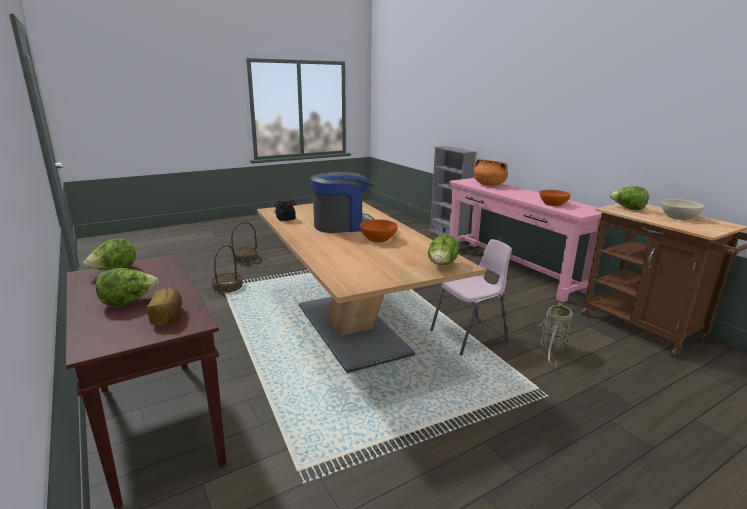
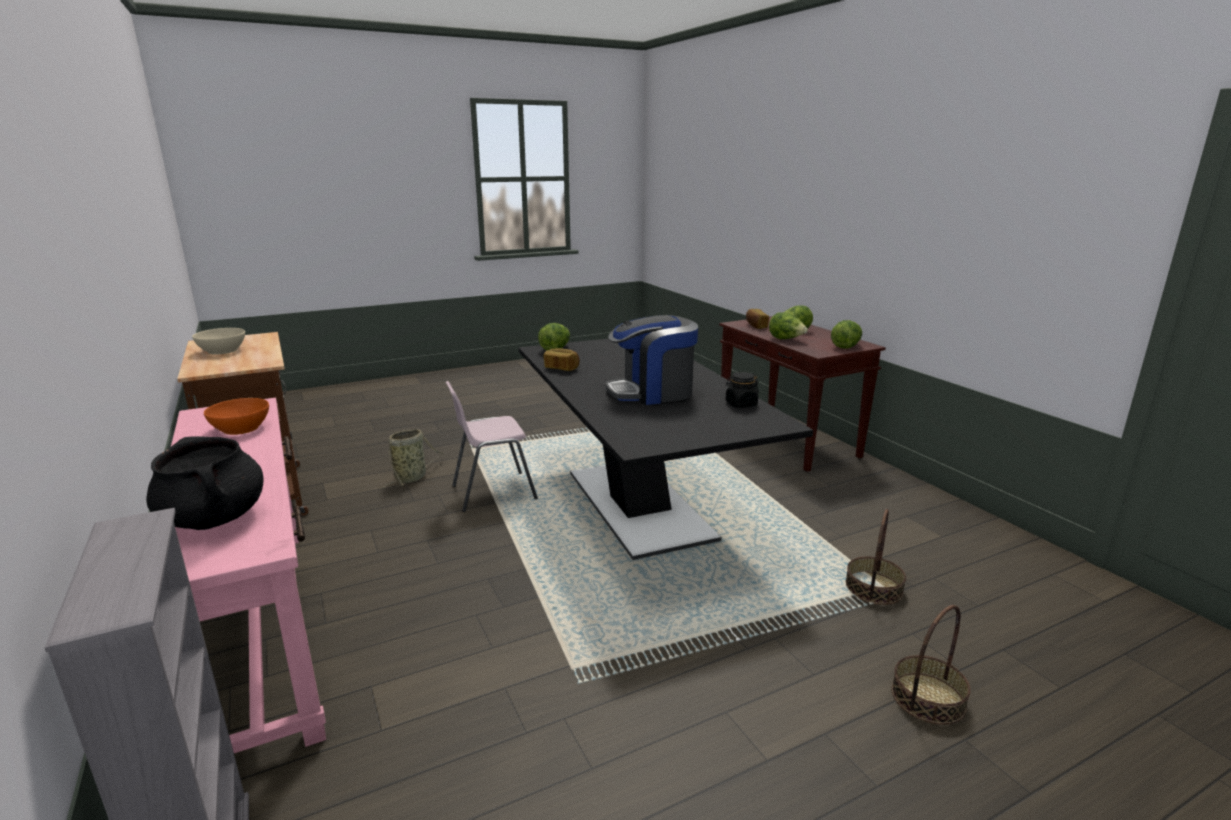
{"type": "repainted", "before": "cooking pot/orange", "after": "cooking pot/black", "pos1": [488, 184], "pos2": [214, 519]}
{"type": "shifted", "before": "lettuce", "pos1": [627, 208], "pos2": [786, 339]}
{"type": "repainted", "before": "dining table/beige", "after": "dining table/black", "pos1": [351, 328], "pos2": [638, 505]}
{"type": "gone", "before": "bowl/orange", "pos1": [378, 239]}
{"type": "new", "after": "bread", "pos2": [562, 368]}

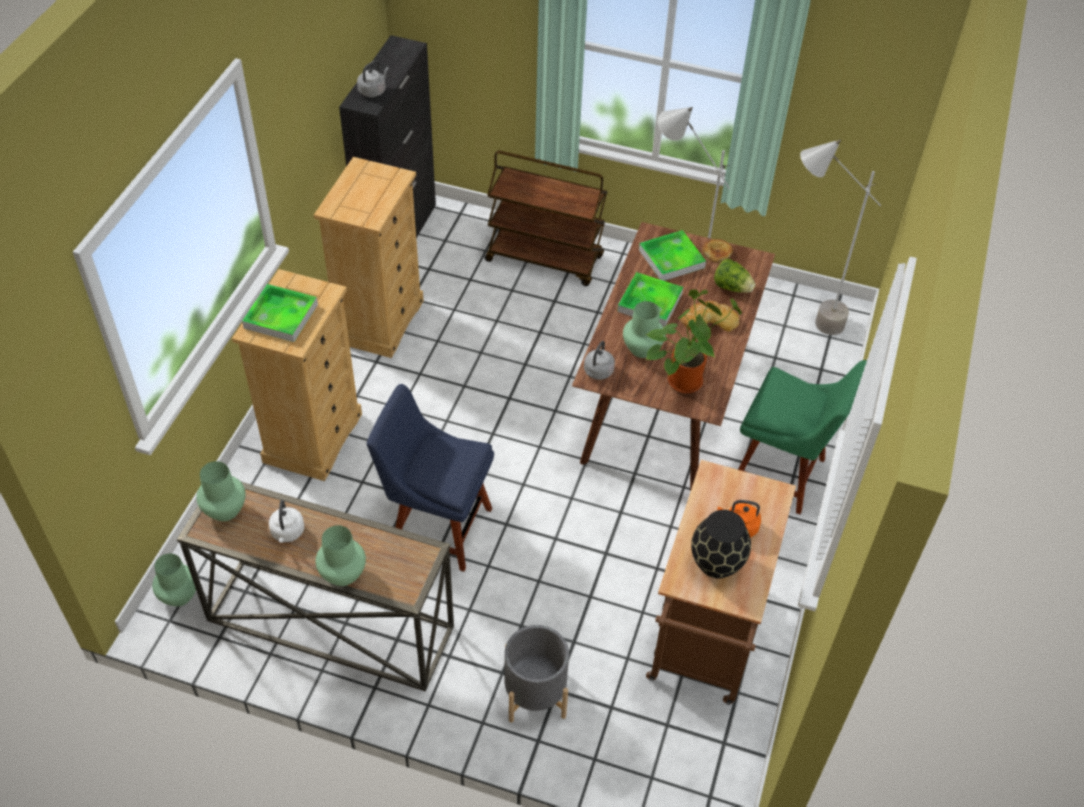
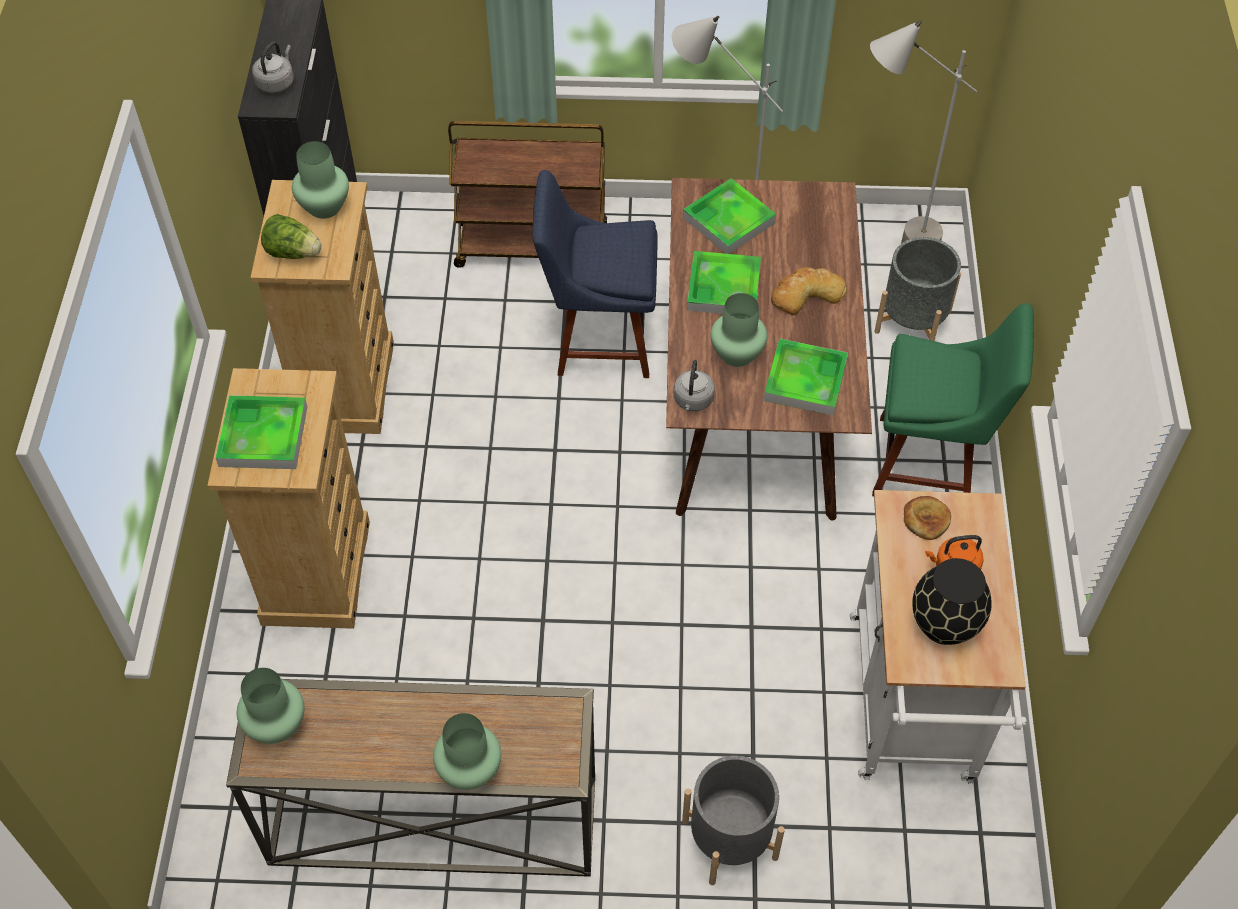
{"type": "shifted", "before": "bread", "pos1": [717, 252], "pos2": [926, 519]}
{"type": "shifted", "before": "lettuce", "pos1": [732, 287], "pos2": [293, 252]}
{"type": "swapped", "before": "potted plant", "after": "tray", "pos1": [685, 378], "pos2": [805, 380]}
{"type": "shifted", "before": "chair/blue", "pos1": [437, 527], "pos2": [598, 339]}
{"type": "repainted", "before": "cart/brown", "after": "cart/white", "pos1": [704, 642], "pos2": [912, 709]}
{"type": "gone", "before": "kettle/white", "pos1": [287, 533]}
{"type": "shifted", "before": "vase/green", "pos1": [180, 595], "pos2": [325, 206]}
{"type": "new", "after": "planter/grey", "pos2": [912, 322]}

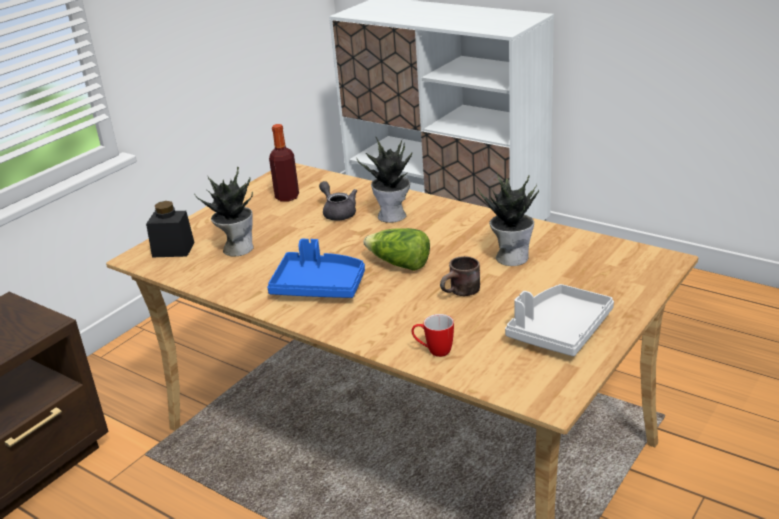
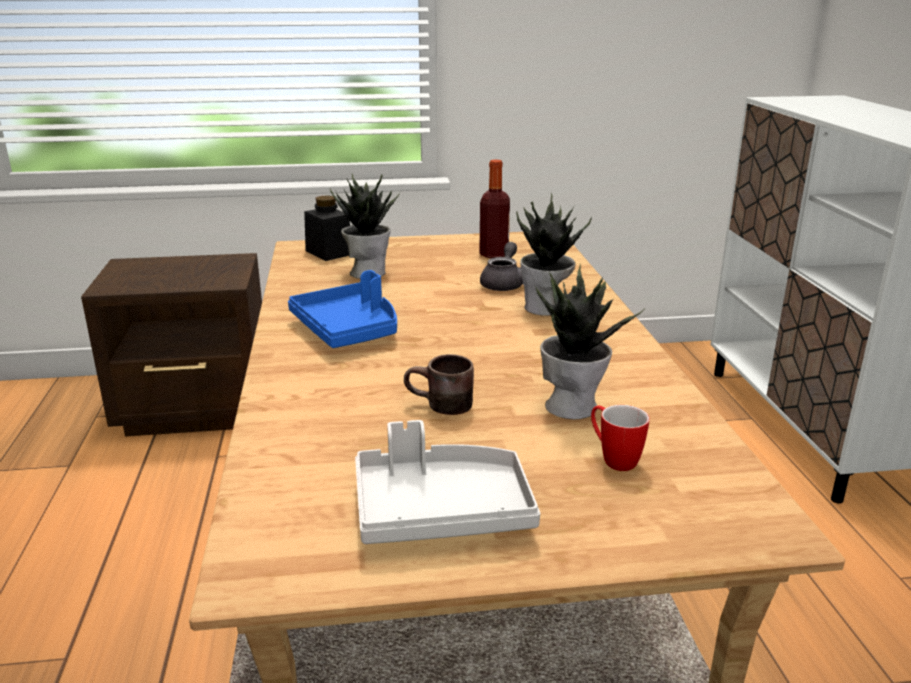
{"type": "gone", "before": "lettuce", "pos1": [399, 264]}
{"type": "shifted", "before": "mug", "pos1": [434, 351], "pos2": [613, 459]}

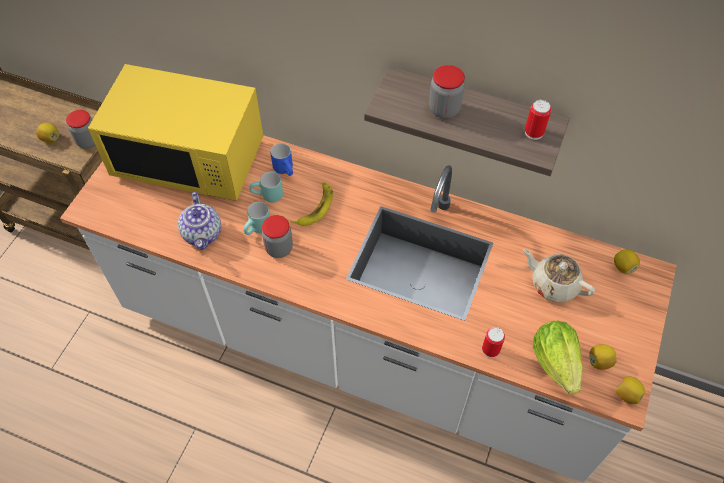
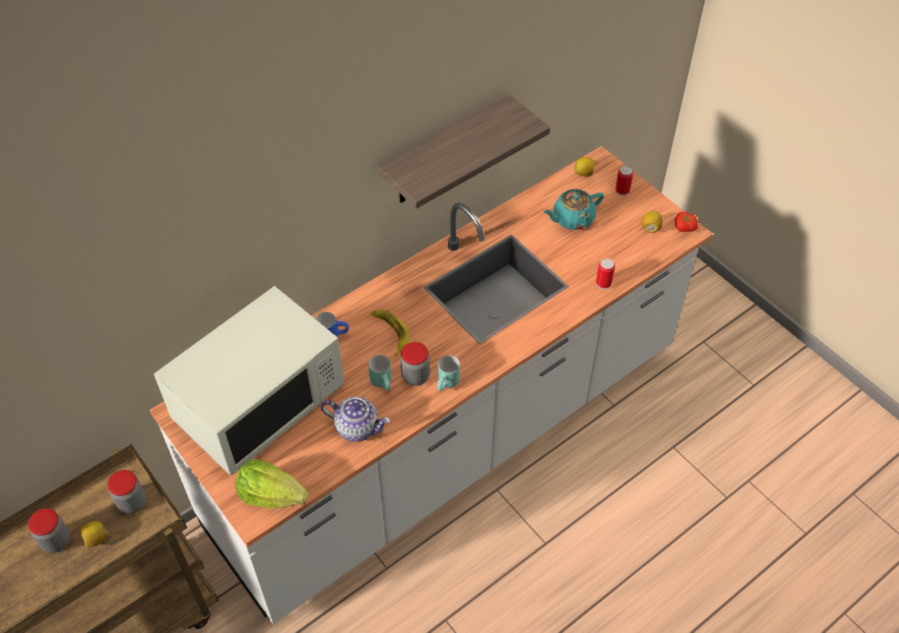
{"type": "repainted", "before": "microwave/yellow", "after": "microwave/white", "pos1": [190, 159], "pos2": [259, 404]}
{"type": "shifted", "before": "jar", "pos1": [444, 109], "pos2": [56, 541]}
{"type": "shifted", "before": "can", "pos1": [534, 132], "pos2": [622, 191]}
{"type": "shifted", "before": "mug/turquoise", "pos1": [268, 197], "pos2": [448, 384]}
{"type": "repainted", "before": "teapot/beige", "after": "teapot/turquoise", "pos1": [553, 284], "pos2": [572, 219]}
{"type": "shifted", "before": "lettuce", "pos1": [555, 362], "pos2": [271, 495]}
{"type": "swapped", "before": "lemon", "after": "tomato", "pos1": [627, 394], "pos2": [684, 228]}

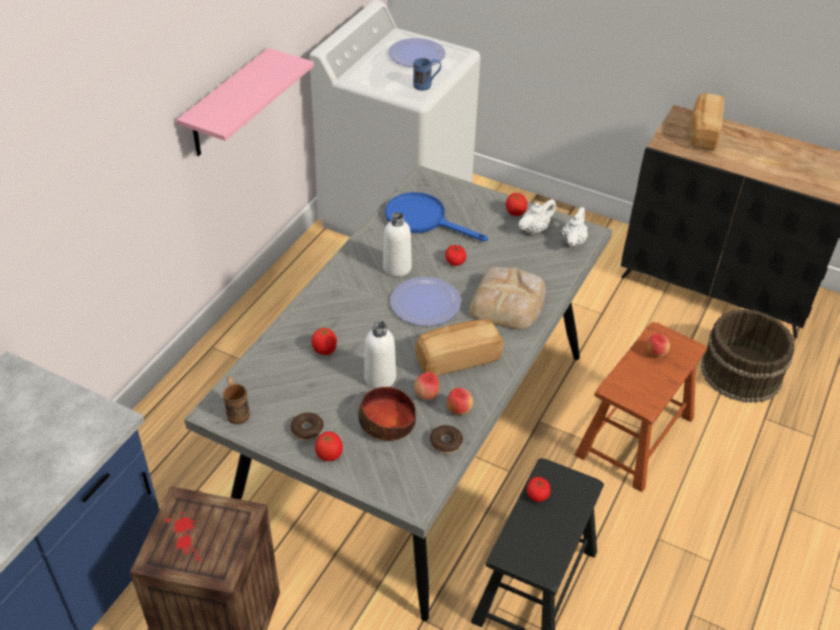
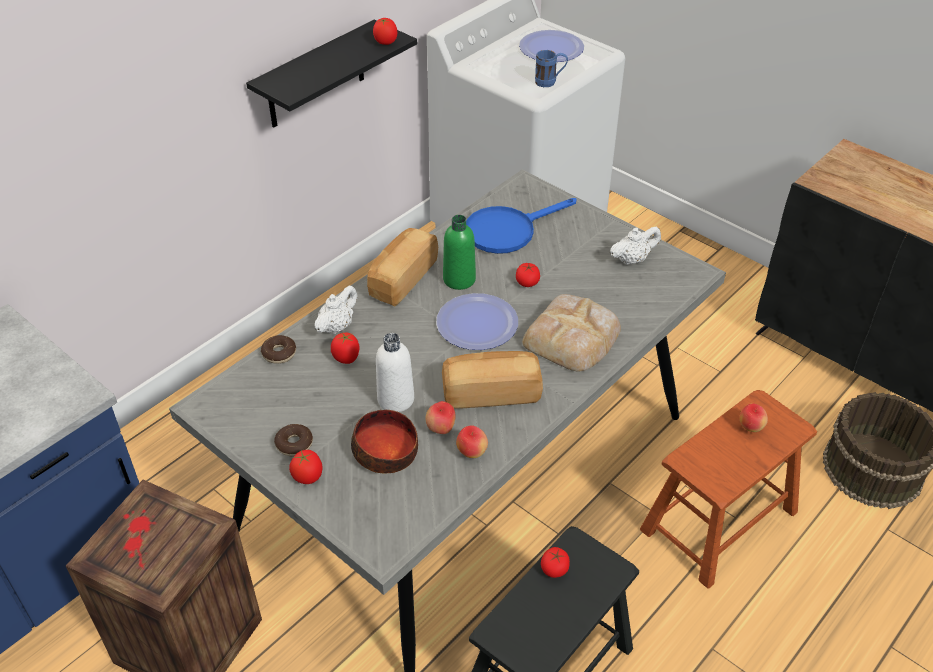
{"type": "repainted", "before": "shelf/pink", "after": "shelf/black", "pos1": [227, 105], "pos2": [316, 76]}
{"type": "shifted", "before": "bread", "pos1": [702, 133], "pos2": [401, 279]}
{"type": "rotated", "before": "frying pan/blue", "pos1": [423, 219], "pos2": [508, 230], "turn": -75}
{"type": "shifted", "before": "tomato", "pos1": [515, 213], "pos2": [385, 42]}
{"type": "shifted", "before": "teapot/white", "pos1": [573, 241], "pos2": [337, 326]}
{"type": "repainted", "before": "bottle/white", "after": "bottle/green", "pos1": [397, 268], "pos2": [459, 279]}
{"type": "gone", "before": "mug/brown", "pos1": [237, 411]}
{"type": "shifted", "before": "donut", "pos1": [446, 443], "pos2": [279, 353]}

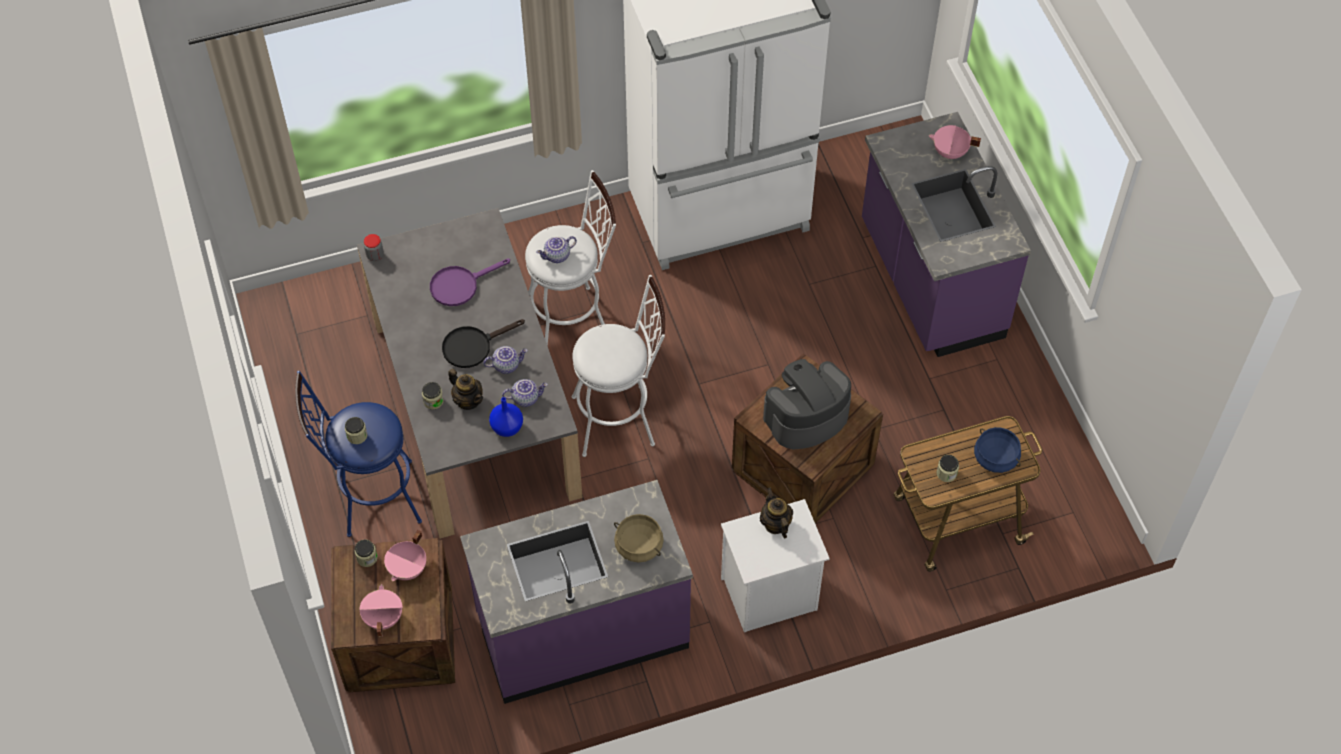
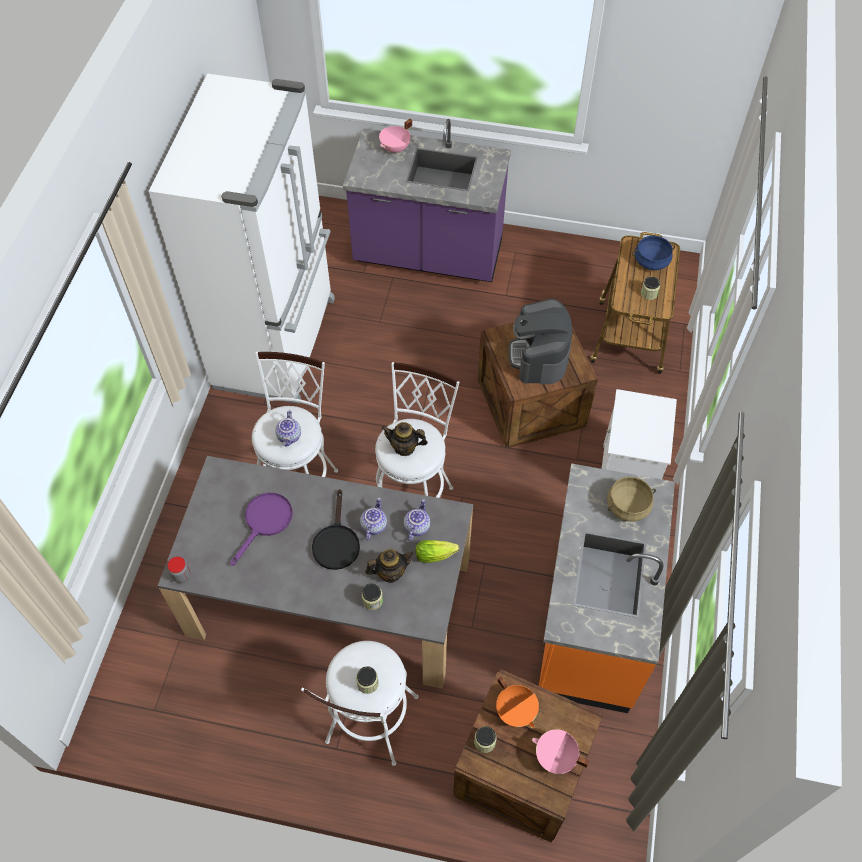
{"type": "rotated", "before": "frying pan/purple", "pos1": [460, 285], "pos2": [265, 522], "turn": -150}
{"type": "repainted", "before": "stool/blue", "after": "stool/white", "pos1": [370, 499], "pos2": [369, 727]}
{"type": "swapped", "before": "vase/blue", "after": "lettuce", "pos1": [507, 427], "pos2": [437, 554]}
{"type": "repainted", "before": "counter/purple", "after": "counter/orange", "pos1": [582, 630], "pos2": [590, 620]}
{"type": "shifted", "before": "teapot", "pos1": [775, 524], "pos2": [404, 447]}
{"type": "repainted", "before": "cooking pot/pink", "after": "cooking pot/orange", "pos1": [408, 569], "pos2": [516, 711]}

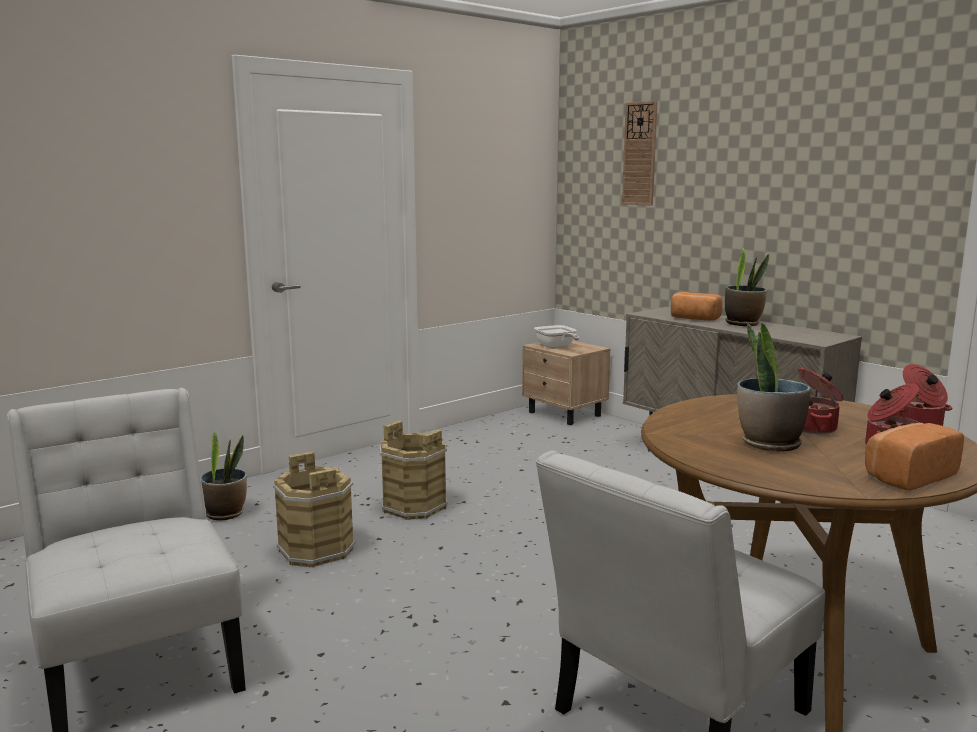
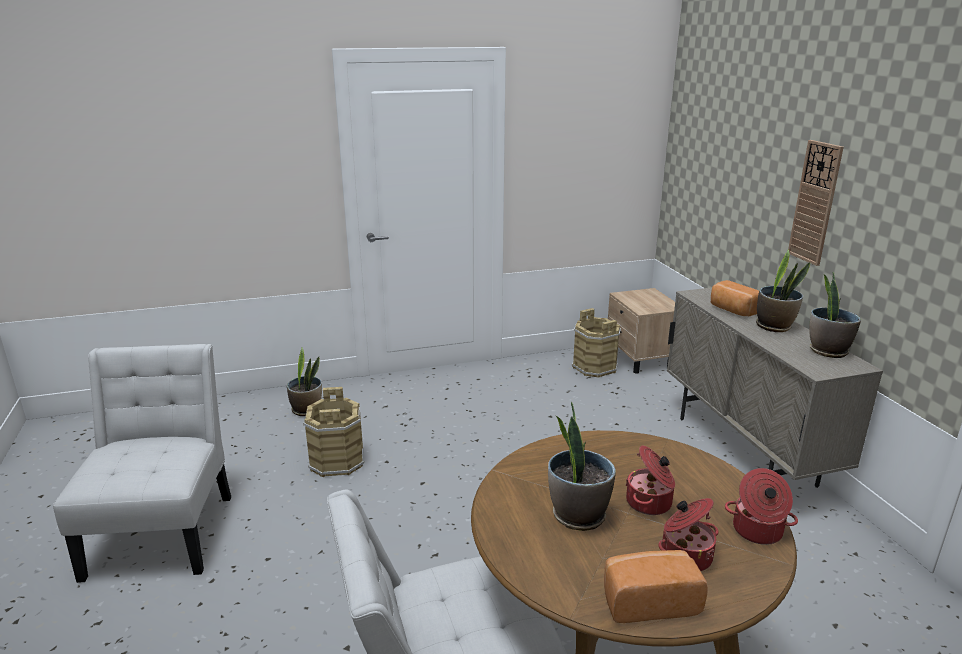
{"type": "shifted", "before": "wall clock", "pos1": [640, 154], "pos2": [815, 203]}
{"type": "gone", "before": "frying pan", "pos1": [556, 347]}
{"type": "shifted", "before": "bucket/brown", "pos1": [413, 506], "pos2": [594, 367]}
{"type": "new", "after": "potted plant", "pos2": [827, 351]}

